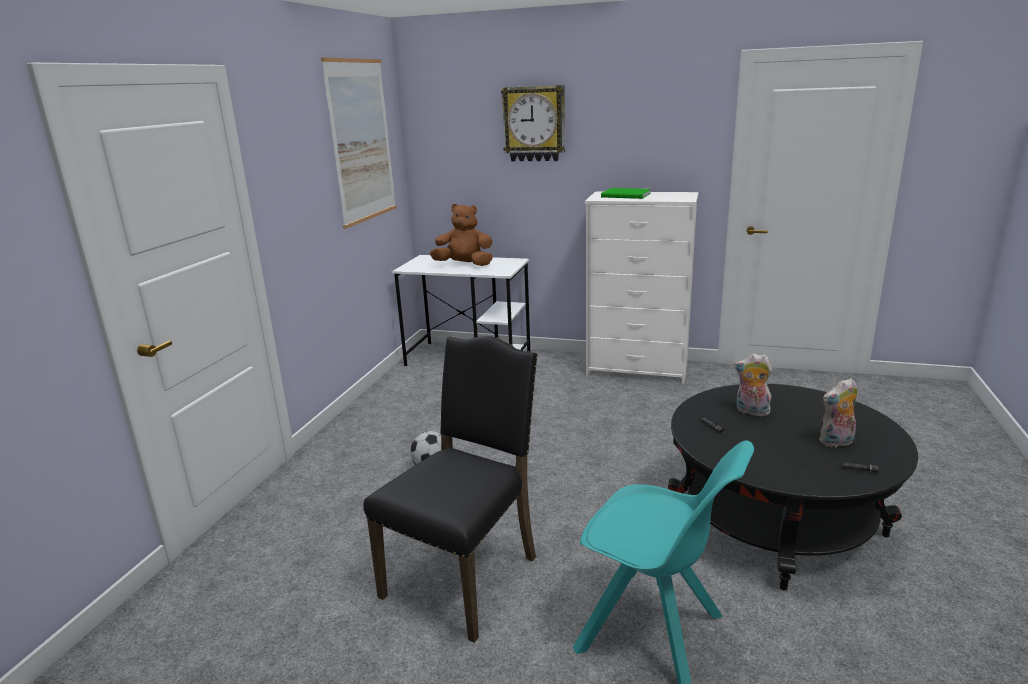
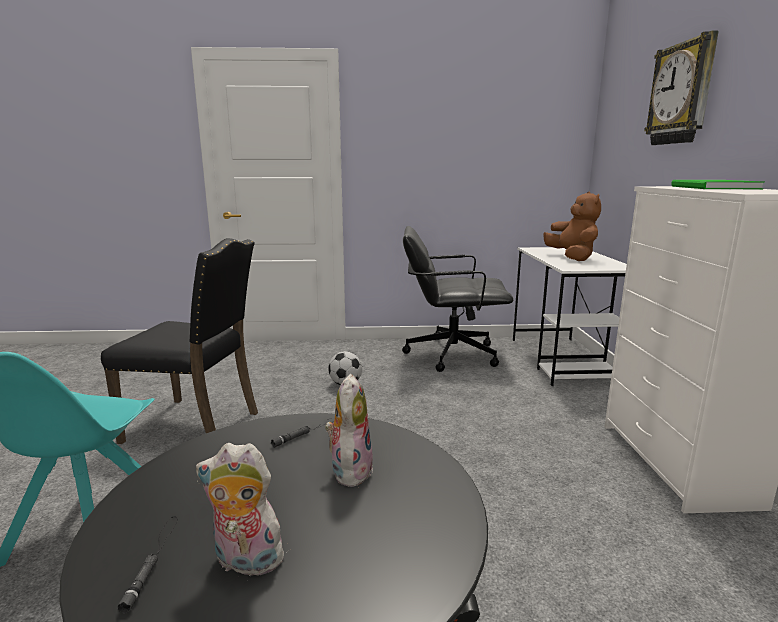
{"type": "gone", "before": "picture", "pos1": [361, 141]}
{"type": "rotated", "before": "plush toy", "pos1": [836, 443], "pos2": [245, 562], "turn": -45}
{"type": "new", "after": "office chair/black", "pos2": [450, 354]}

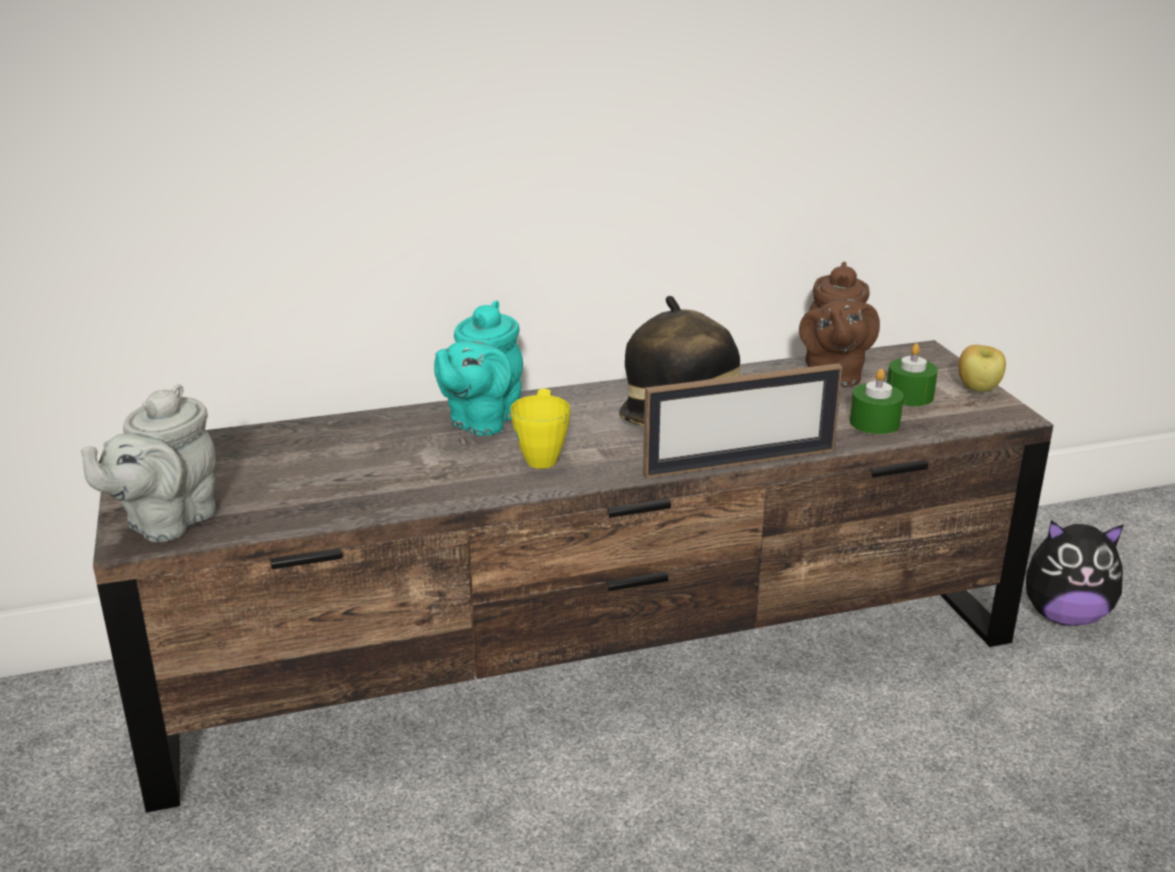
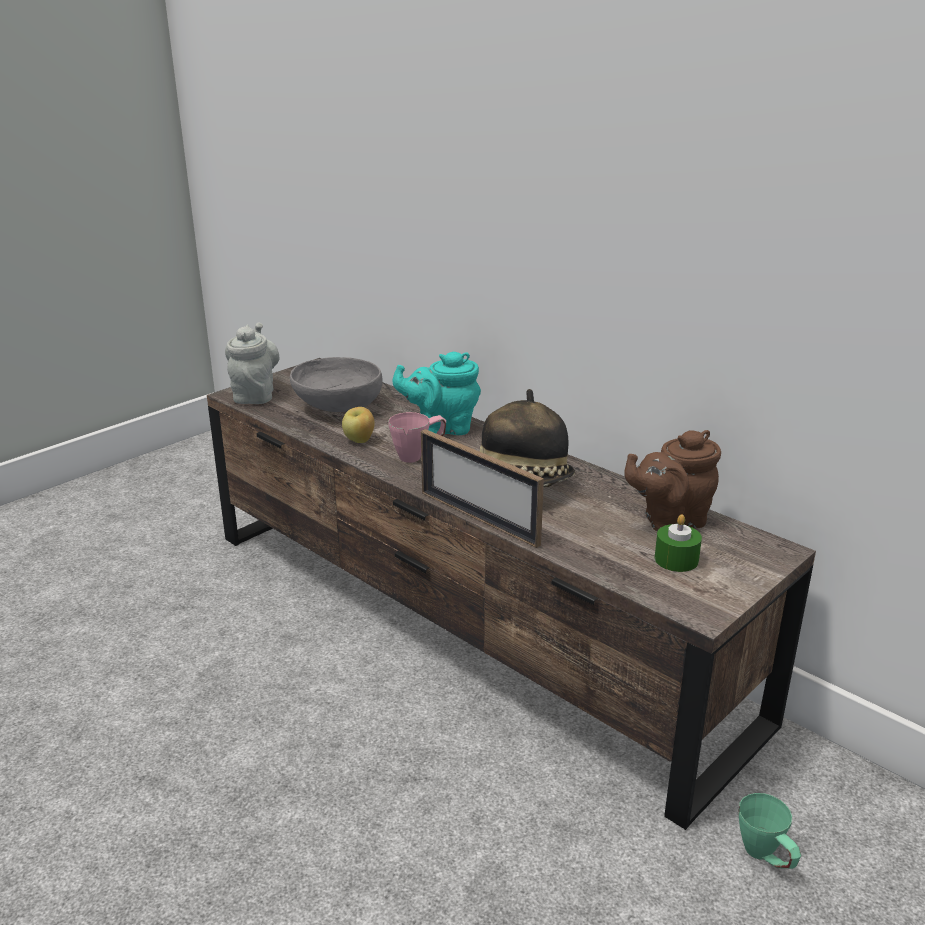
{"type": "shifted", "before": "apple", "pos1": [978, 389], "pos2": [360, 440]}
{"type": "gone", "before": "candle/green", "pos1": [874, 423]}
{"type": "rotated", "before": "teapot/grey", "pos1": [166, 522], "pos2": [255, 394], "turn": 90}
{"type": "repainted", "before": "mug/yellow", "after": "mug/pink", "pos1": [542, 455], "pos2": [419, 456]}
{"type": "swapped", "before": "plush toy", "after": "mug/green", "pos1": [1064, 616], "pos2": [766, 858]}
{"type": "new", "after": "bowl/grey", "pos2": [337, 407]}

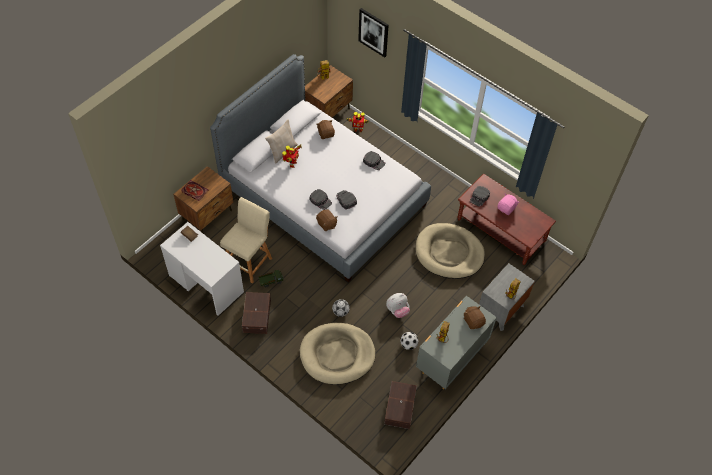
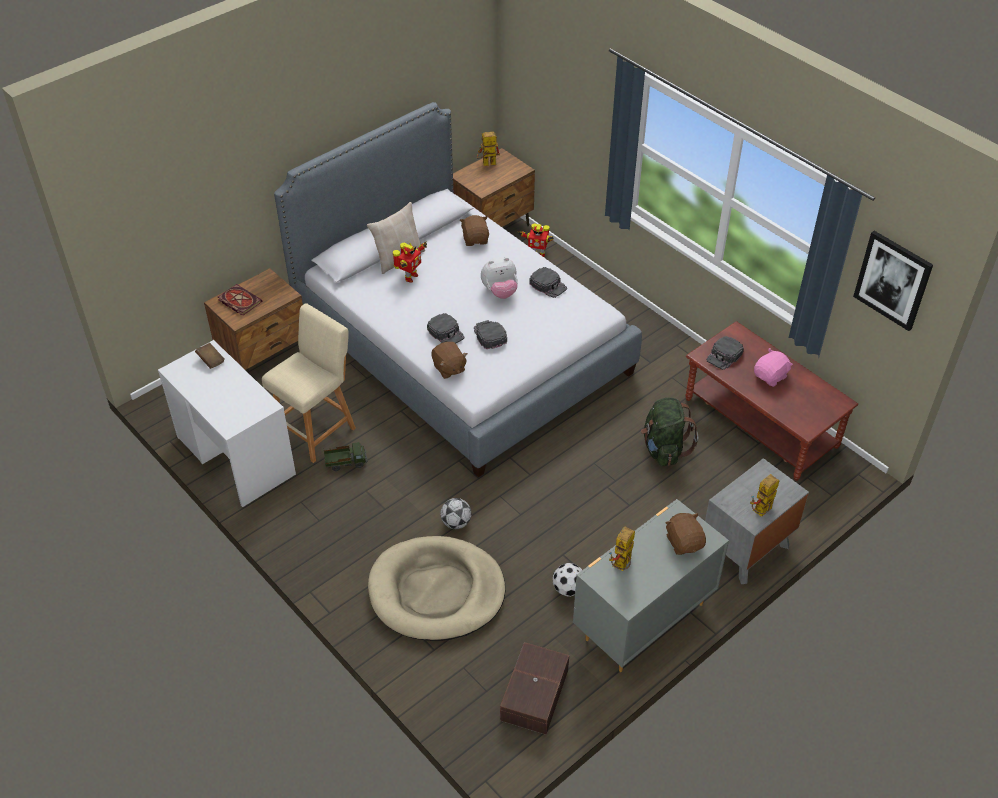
{"type": "shifted", "before": "picture", "pos1": [373, 32], "pos2": [893, 280]}
{"type": "swapped", "before": "dog bed/beige", "after": "backpack/green", "pos1": [449, 253], "pos2": [664, 449]}
{"type": "gone", "before": "storage box/brown", "pos1": [257, 316]}
{"type": "shifted", "before": "plush toy", "pos1": [397, 310], "pos2": [500, 292]}

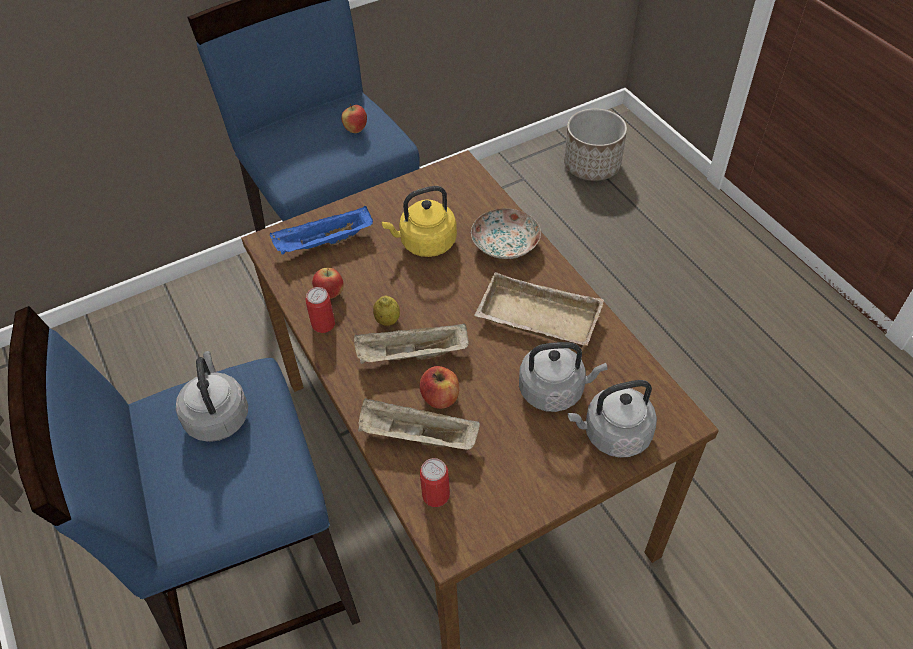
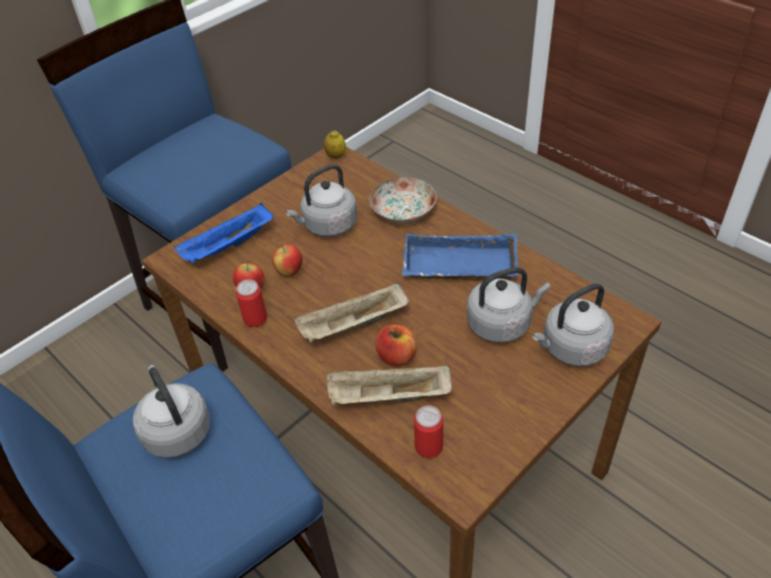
{"type": "shifted", "before": "apple", "pos1": [356, 130], "pos2": [289, 272]}
{"type": "gone", "before": "planter", "pos1": [592, 165]}
{"type": "repainted", "before": "kettle/yellow", "after": "kettle/grey", "pos1": [425, 243], "pos2": [327, 226]}
{"type": "repainted", "before": "tray/beige", "after": "tray/blue", "pos1": [535, 319], "pos2": [458, 267]}
{"type": "shifted", "before": "lemon", "pos1": [387, 320], "pos2": [336, 155]}

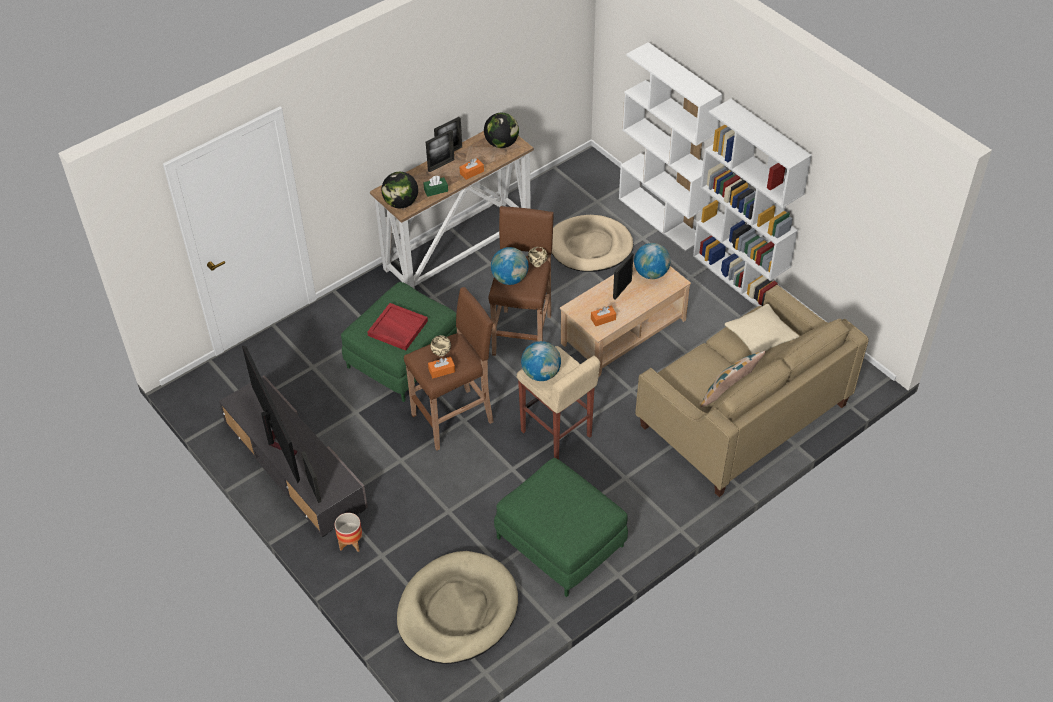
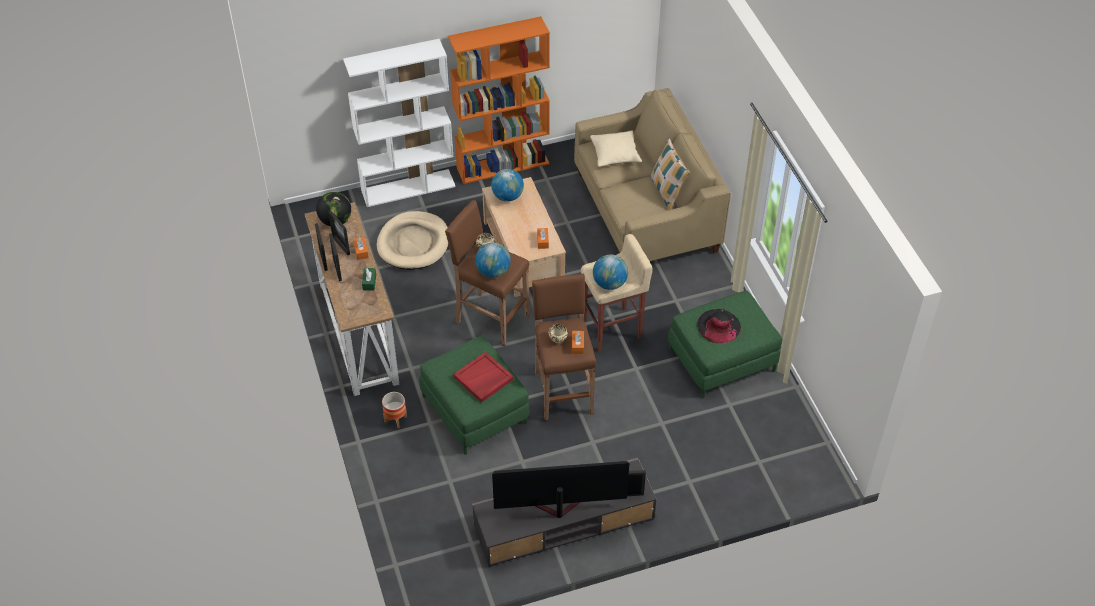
{"type": "repainted", "before": "bookcase/white", "after": "bookcase/orange", "pos1": [739, 277], "pos2": [503, 165]}
{"type": "gone", "before": "globe", "pos1": [401, 203]}
{"type": "shifted", "before": "picture frame", "pos1": [622, 289], "pos2": [341, 245]}
{"type": "shifted", "before": "planter", "pos1": [351, 543], "pos2": [395, 419]}
{"type": "gone", "before": "dog bed/beige", "pos1": [457, 611]}
{"type": "new", "after": "hat/black", "pos2": [718, 326]}

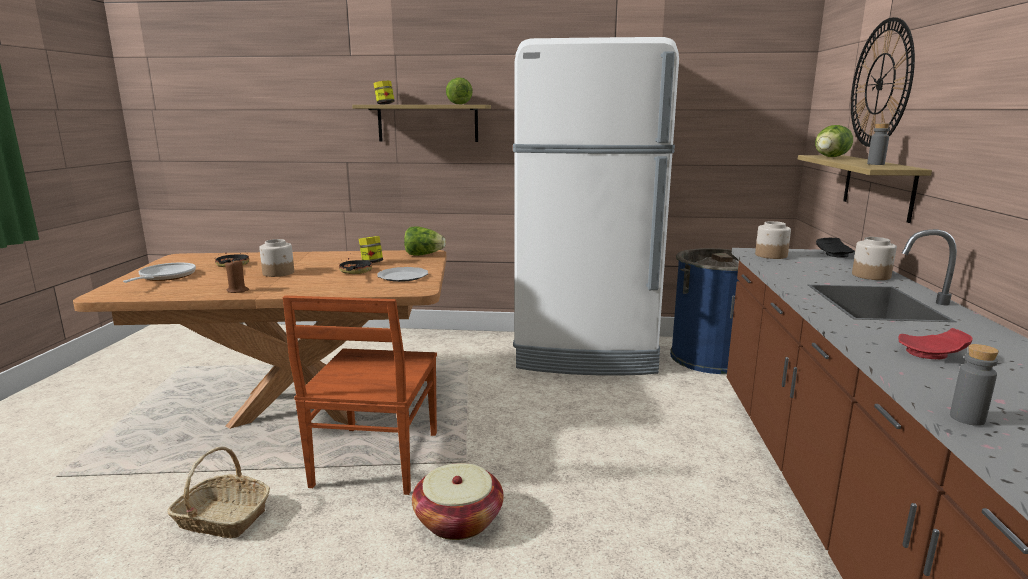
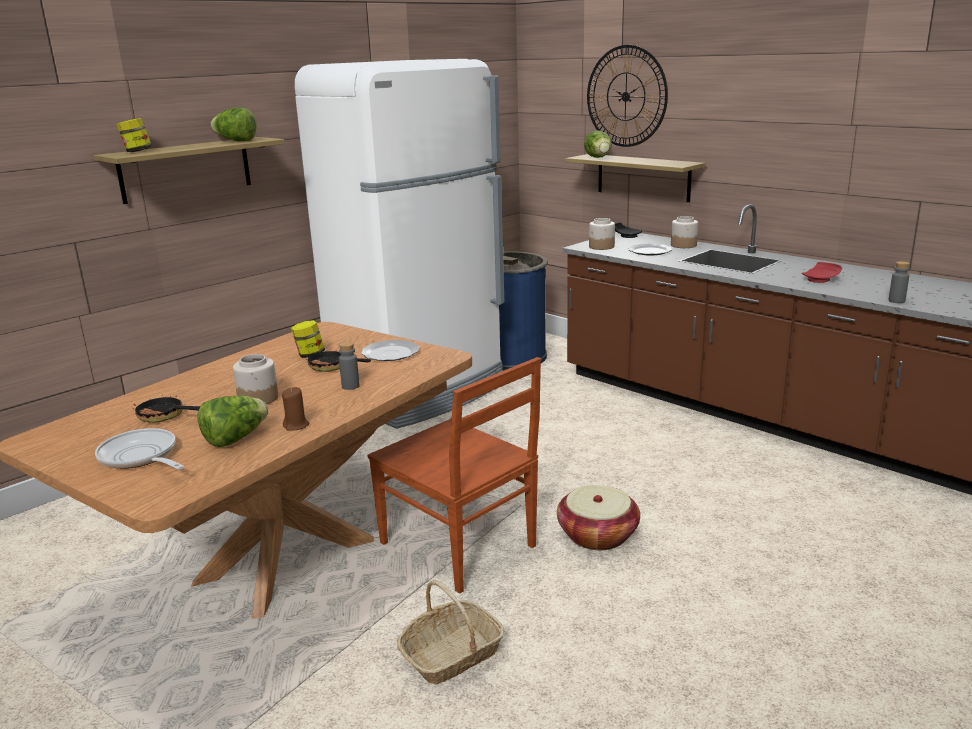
{"type": "shifted", "before": "bottle/grey", "pos1": [875, 164], "pos2": [350, 386]}
{"type": "shifted", "before": "lettuce", "pos1": [423, 255], "pos2": [235, 439]}
{"type": "new", "after": "plate", "pos2": [649, 251]}

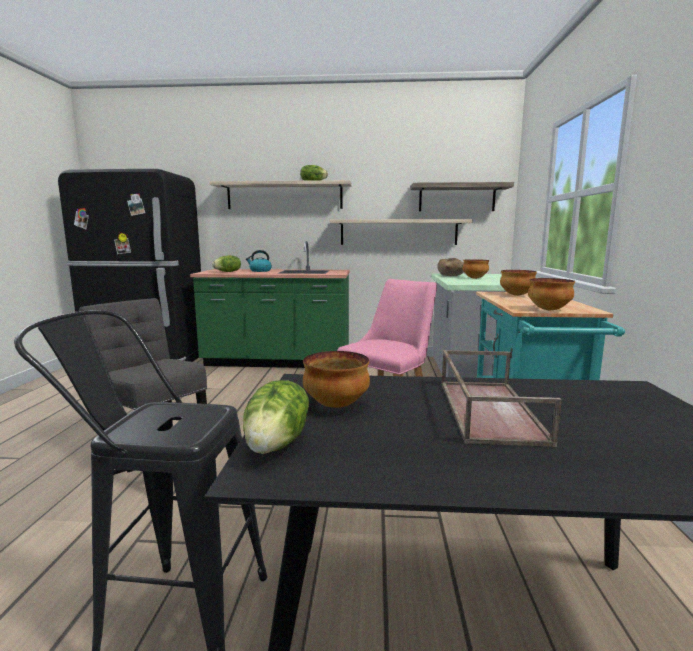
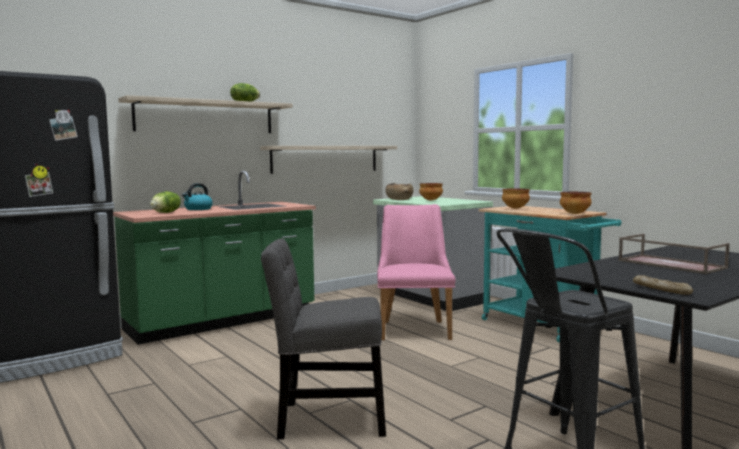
{"type": "gone", "before": "shelf", "pos1": [457, 198]}
{"type": "gone", "before": "bowl", "pos1": [337, 405]}
{"type": "swapped", "before": "lettuce", "after": "bread", "pos1": [278, 443], "pos2": [661, 290]}

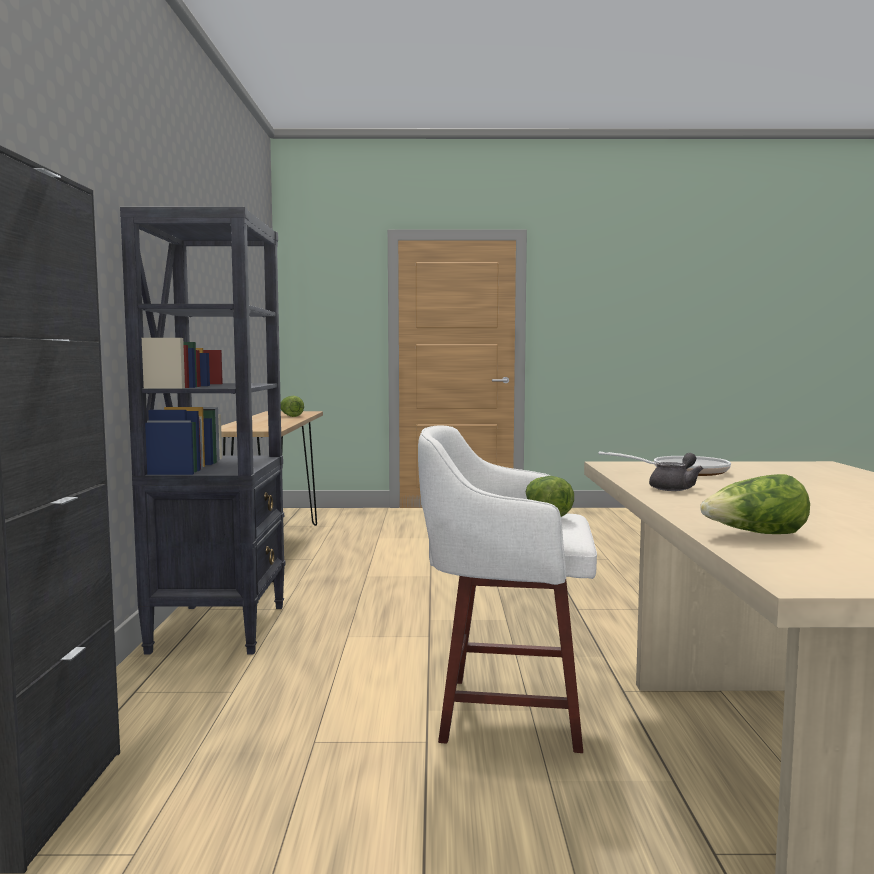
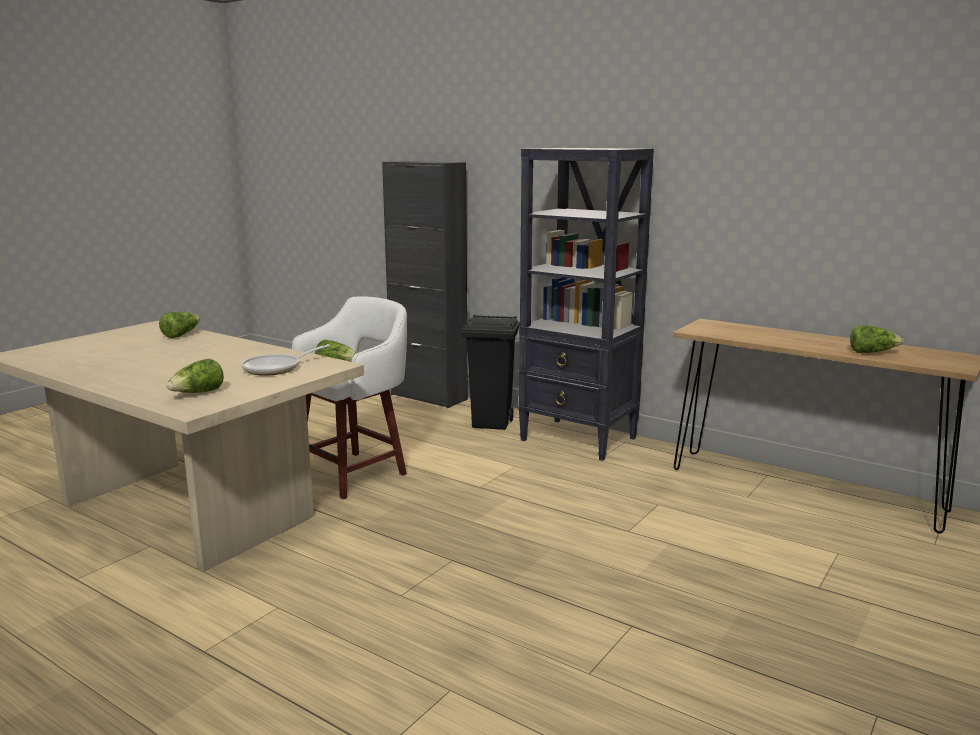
{"type": "gone", "before": "teapot/grey", "pos1": [675, 488]}
{"type": "new", "after": "trash can/black", "pos2": [492, 423]}
{"type": "new", "after": "lettuce", "pos2": [198, 393]}

